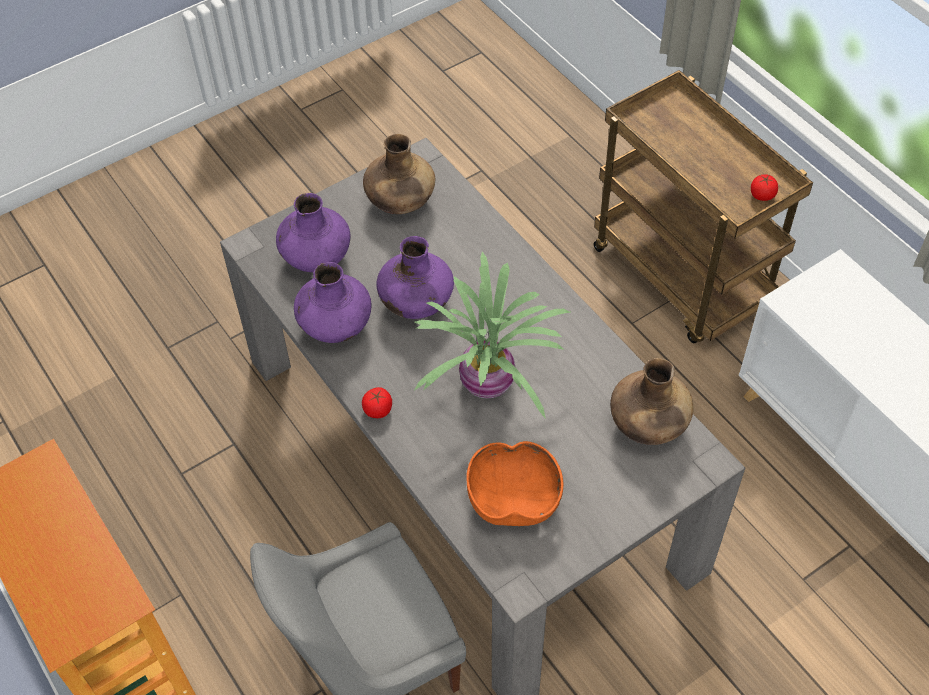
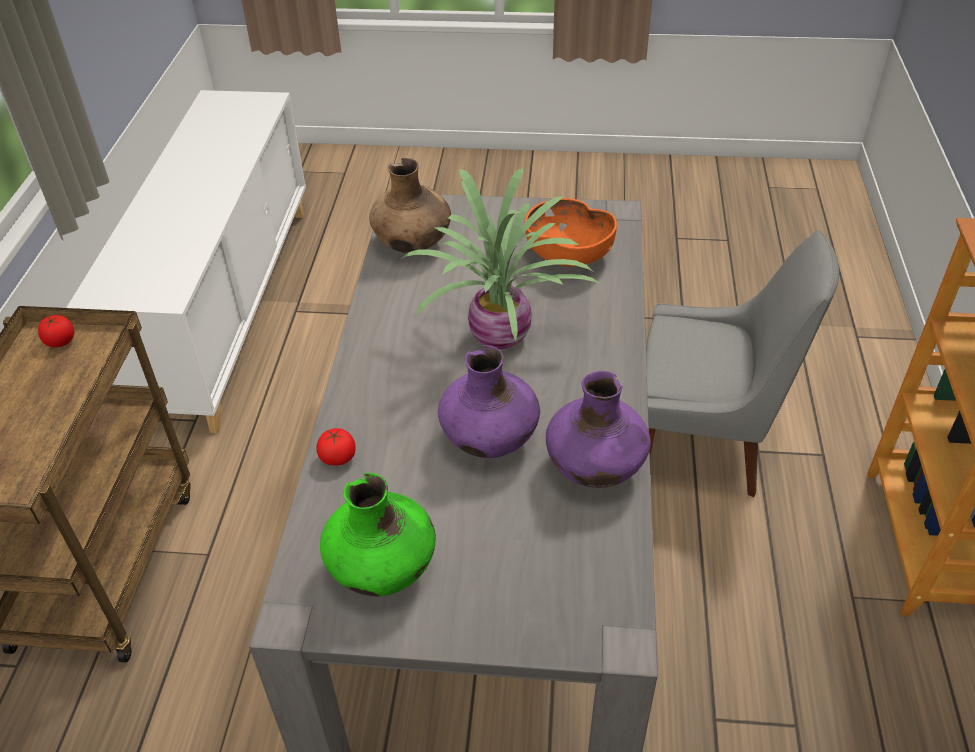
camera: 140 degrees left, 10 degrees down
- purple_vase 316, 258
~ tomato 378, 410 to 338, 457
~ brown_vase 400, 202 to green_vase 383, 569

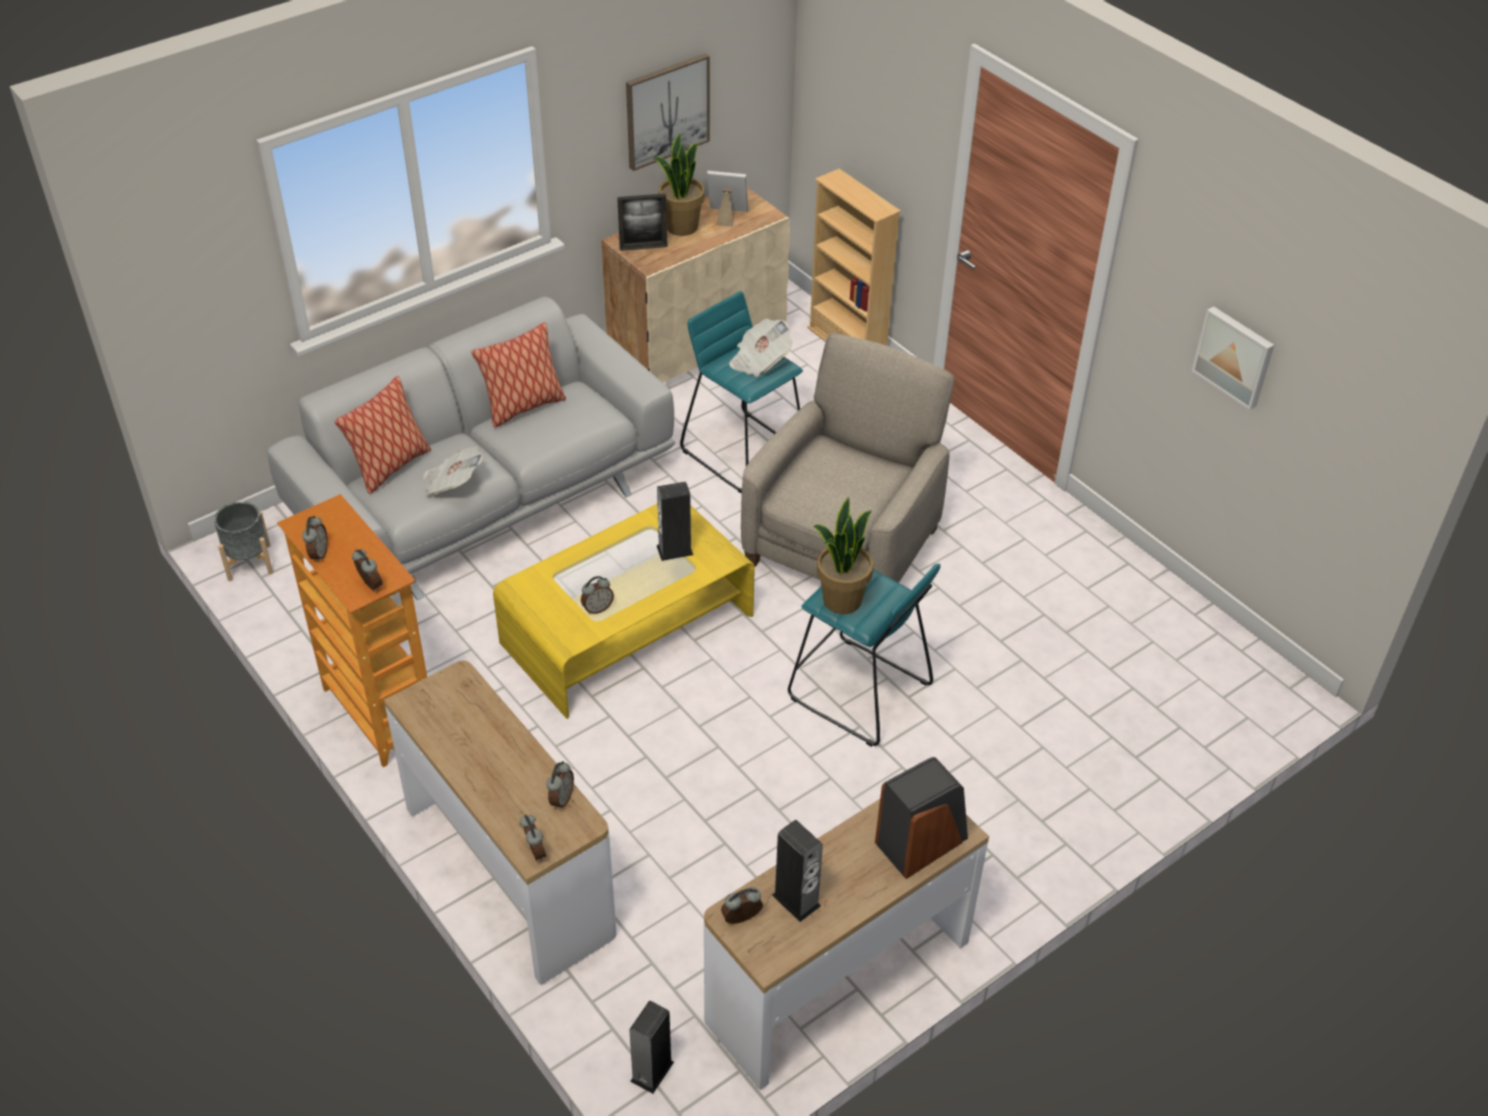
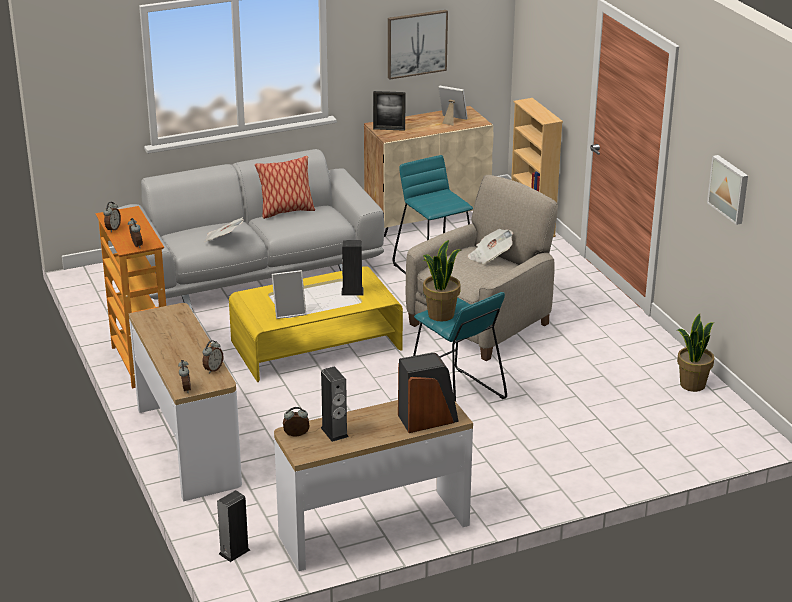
camera: 15 degrees right, 15 degrees down
- grey_planter 249, 562
- pillow 390, 467
~ potted_plant 681, 226 to 692, 384
~ newspaper 760, 361 to 490, 257
~ alarm_clock 597, 608 to picture_frame 289, 312

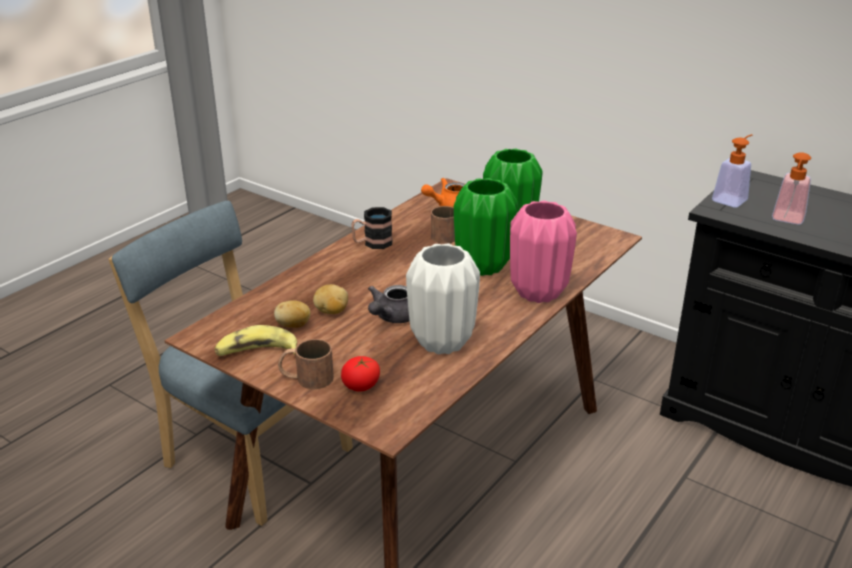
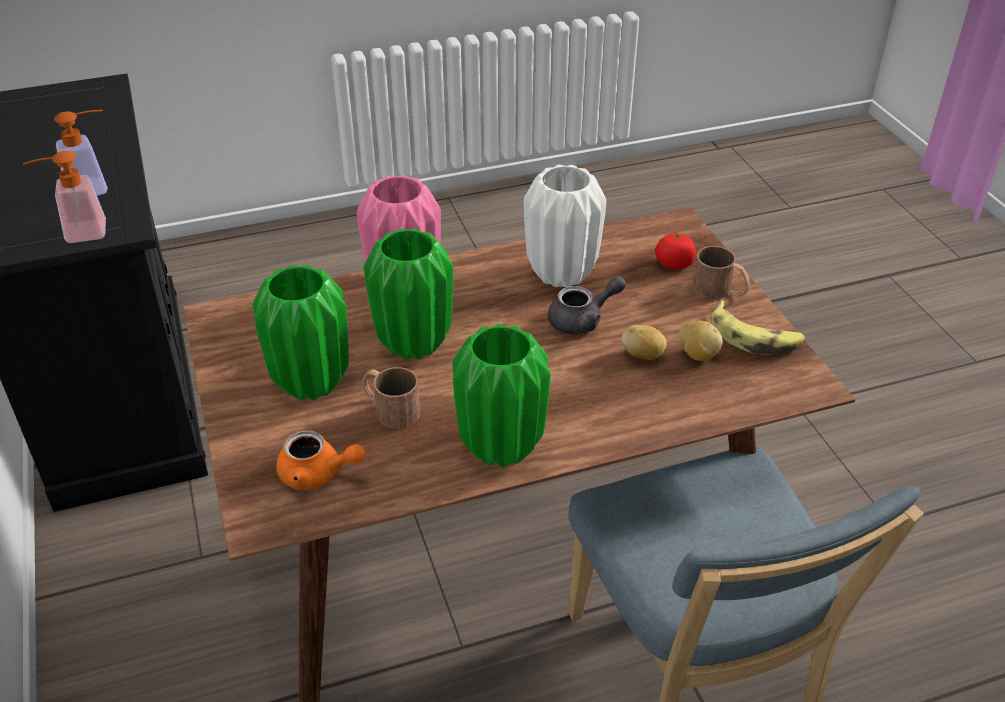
camera: 145 degrees left, 10 degrees up
~ mug 372, 243 to green_vase 502, 446

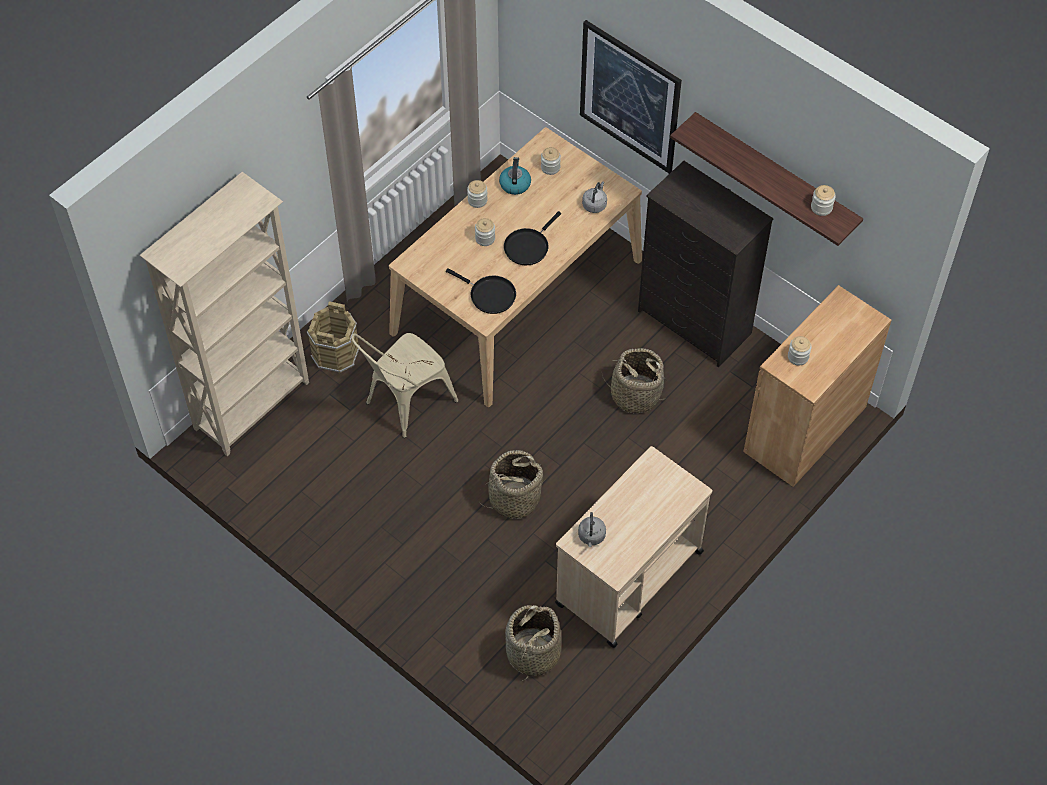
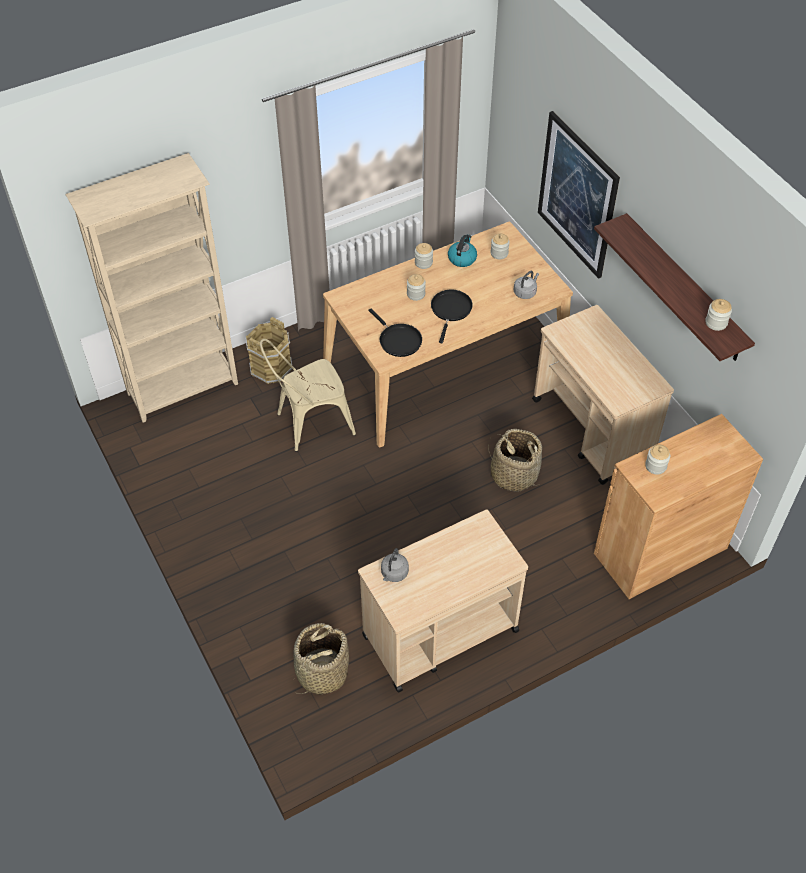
camera: 20 degrees right, 5 degrees down
- basket 514, 498
~ black_dresser 694, 323 to beige_cart 592, 430
~ black_frying_pan 528, 246 = 450, 310 135 degrees clockwise

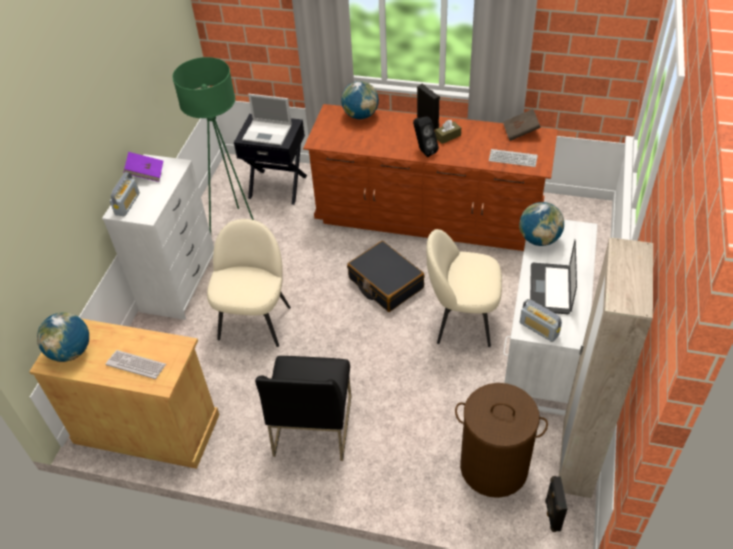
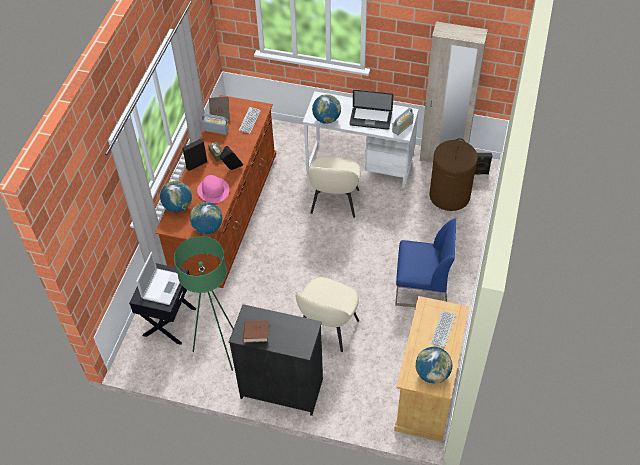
camera: 90 degrees left, 5 degrees up
- black_suitcase 385, 283
+ globe 208, 228
+ pink_hat 213, 190
~ radio 127, 204 to 216, 130
~ white_dresser 180, 284 to black_dresser 282, 388
~ purple_book 146, 173 to brown_book 256, 335
~ black_chair 312, 424 to blue_chair 421, 288
~ beige_chair 255, 321 = 327, 328 75 degrees counterclockwise

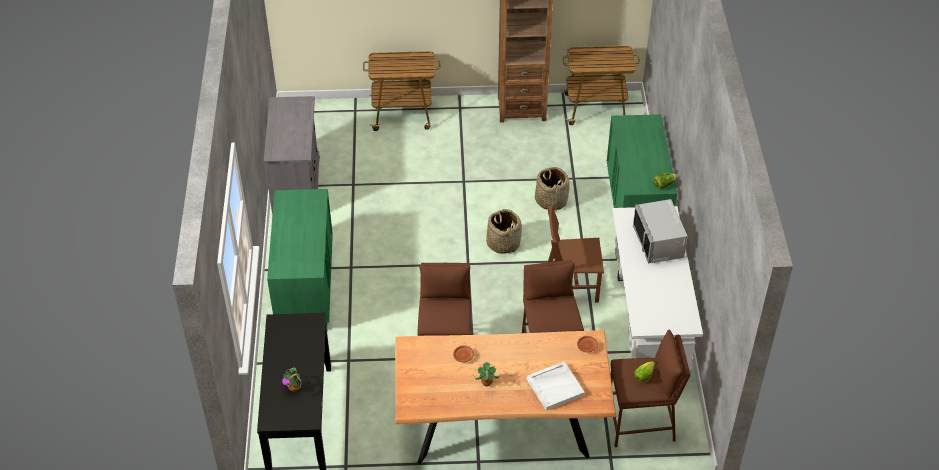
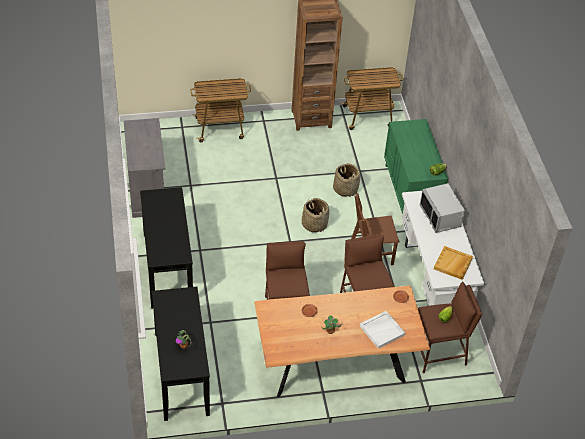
camera: 10 degrees left, 0 degrees up
+ beige_tray 453, 264
~ green_dresser 305, 287 to black_console_table 167, 268

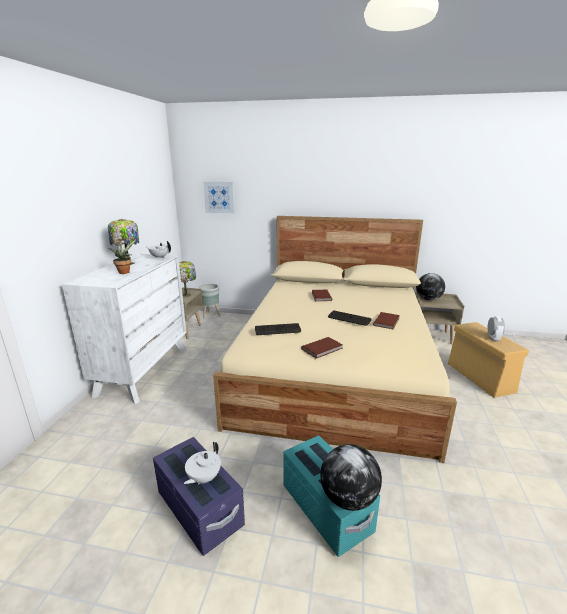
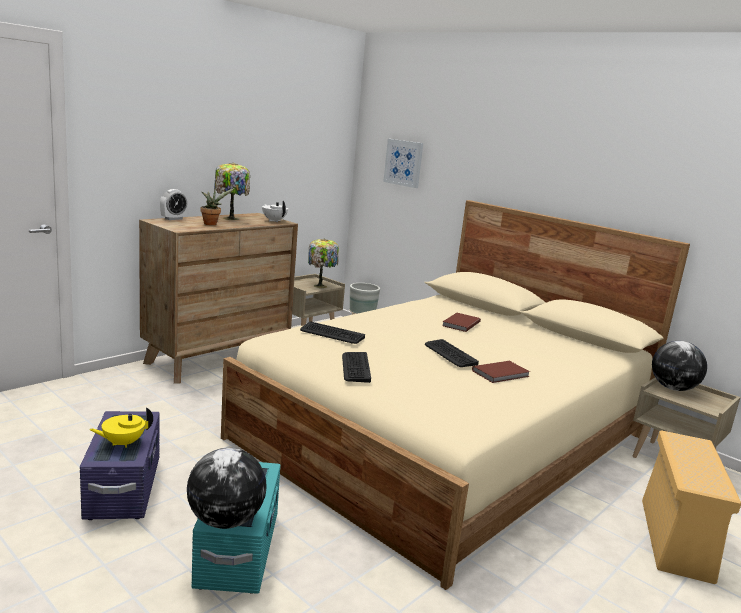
camera: 30 degrees right, 5 degrees down
~ alarm_clock 493, 338 to 173, 219
~ brown_book 323, 349 to keyboard 355, 367
~ white_dresser 144, 371 to brown_dresser 218, 358
~ white_teapot 203, 478 to yellow_teapot 123, 443

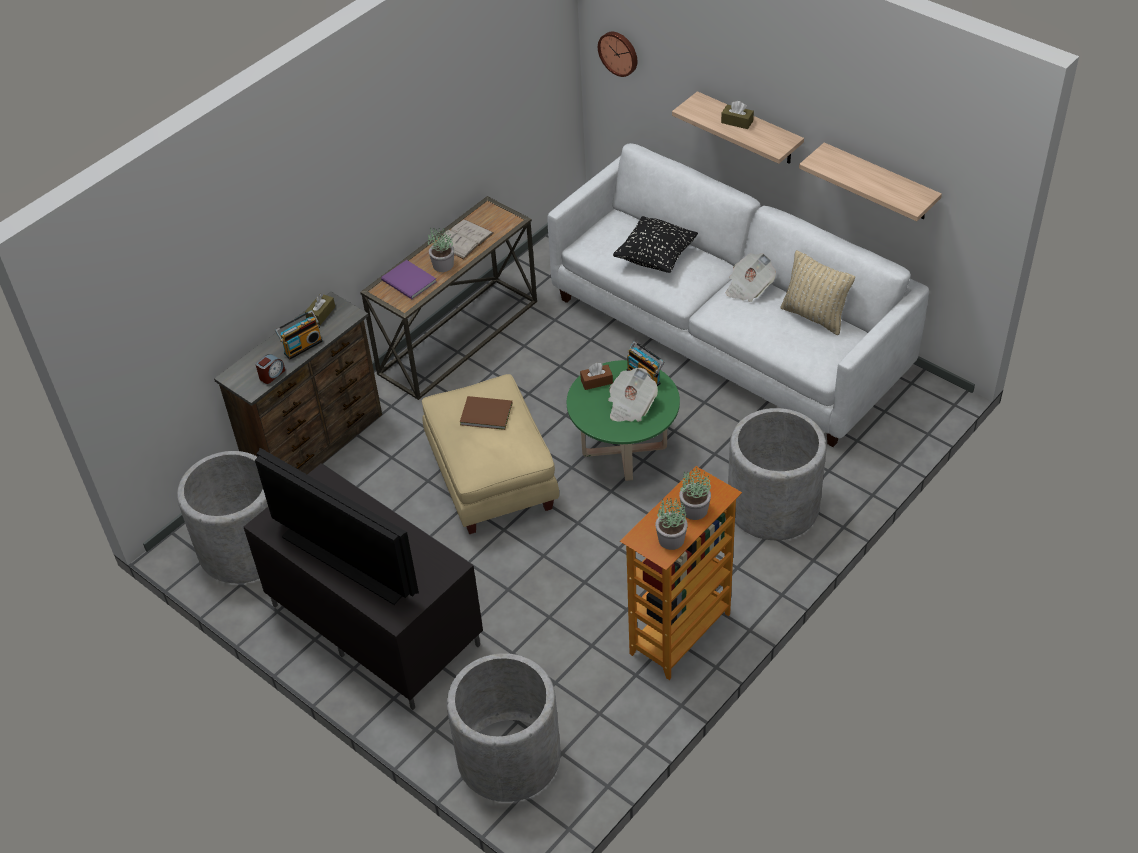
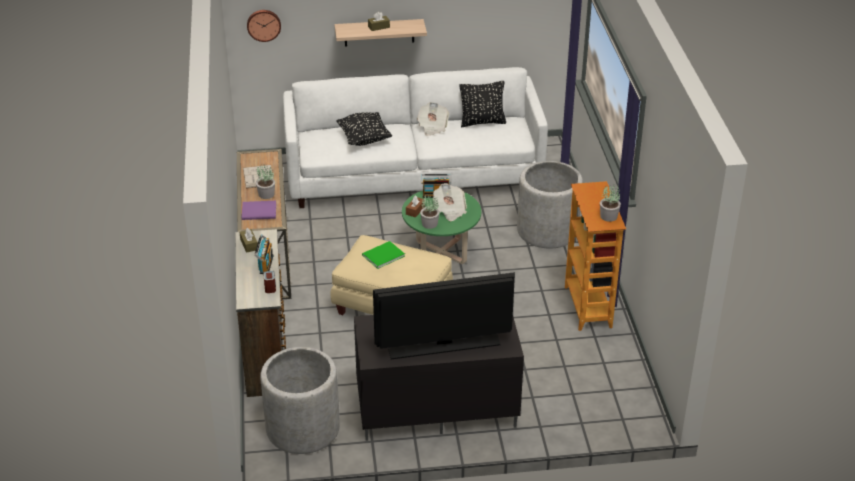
camera: 50 degrees left, 10 degrees down
- grey_planter 508, 757
- shelf 879, 182
~ potted_plant 694, 510 to 429, 224
~ brown_book 485, 413 to green_book 382, 256
~ beige_pillow 814, 316 to black_pillow 482, 122

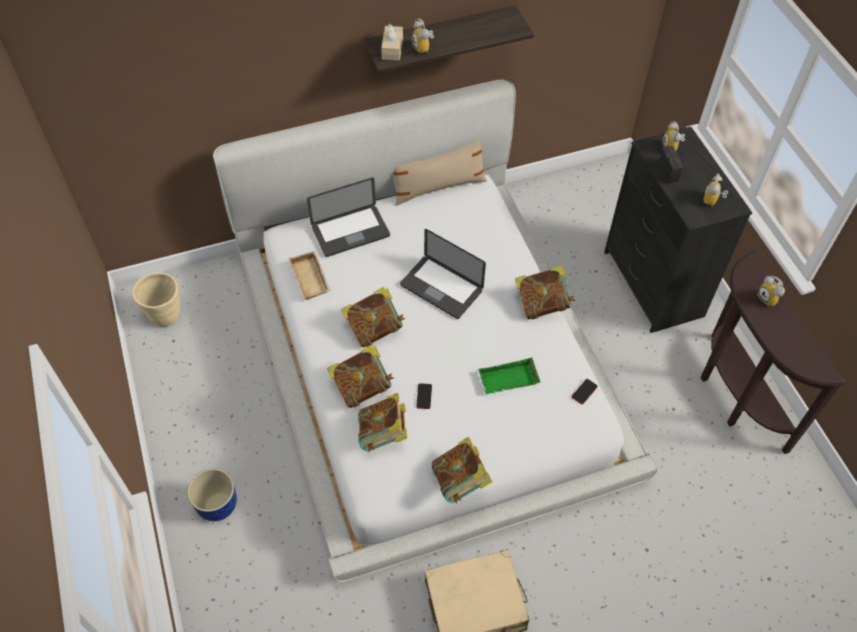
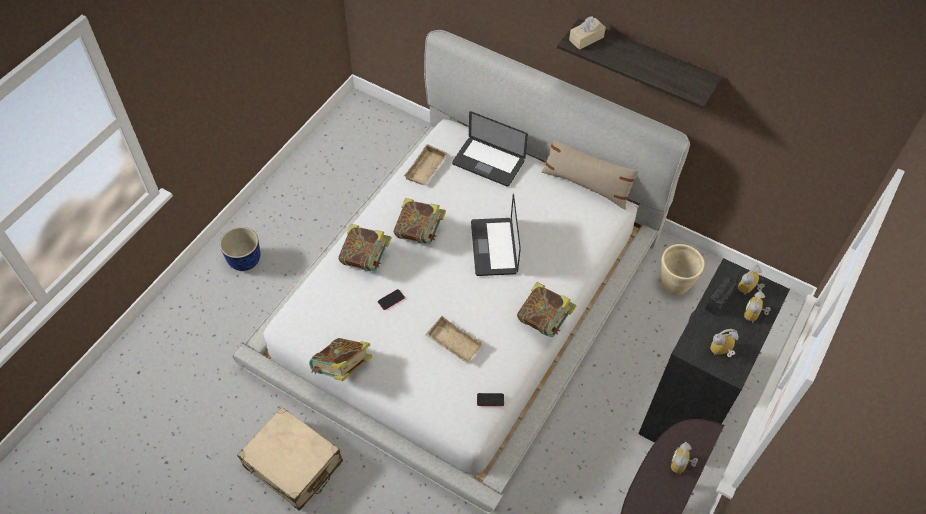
camera: 50 degrees right, 0 degrees up
- book 383, 434
~ beige_planter 165, 316 to 674, 285
~ alarm_clock 424, 48 to 754, 316
~ green_tray 508, 381 to beige_tray 452, 343

